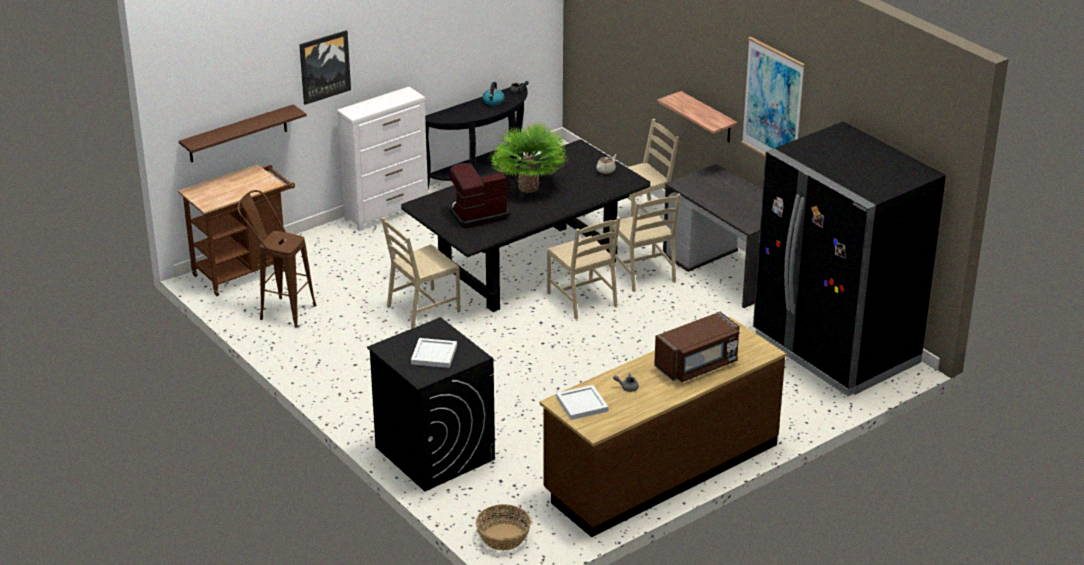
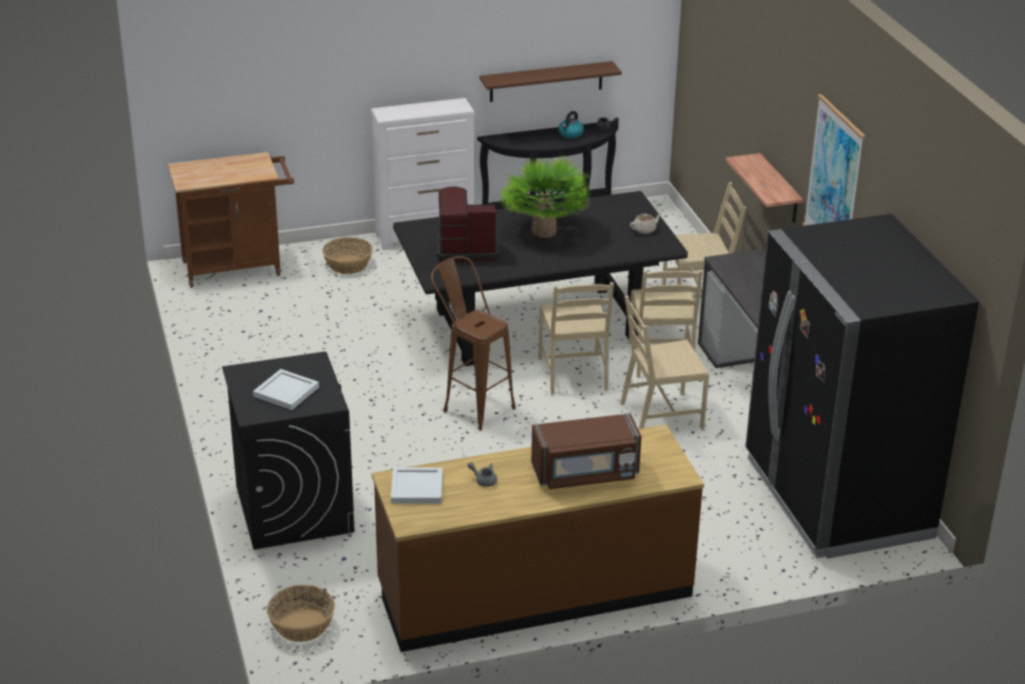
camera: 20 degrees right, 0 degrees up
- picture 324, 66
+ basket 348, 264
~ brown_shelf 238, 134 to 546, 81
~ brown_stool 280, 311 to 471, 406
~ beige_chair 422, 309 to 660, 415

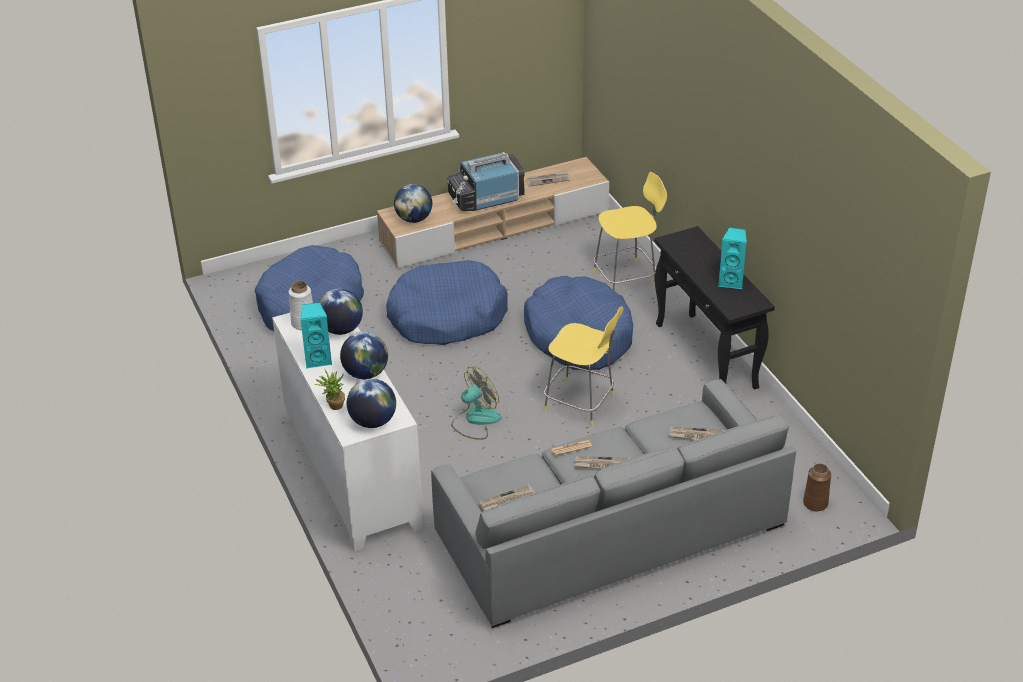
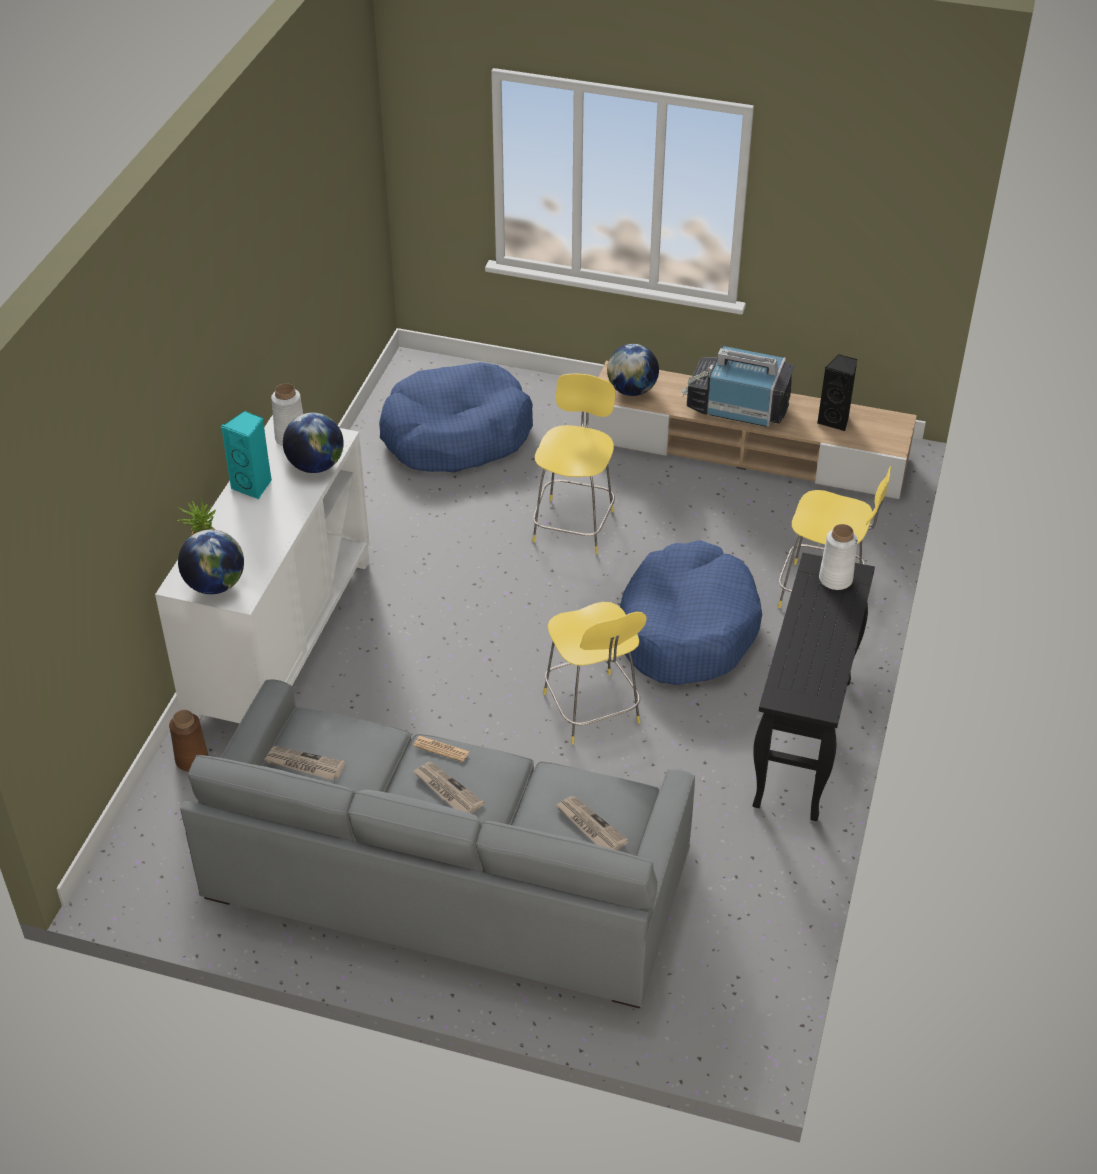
camera: 40 degrees right, 5 degrees up
- globe 365, 373
- fan 475, 420
- turquoise_speaker 731, 282
+ white_vase 835, 579
~ brown_vase 815, 503 to 192, 760
~ blue_dog_bed 447, 316 to yellow_stool 574, 524
~ newspaper 547, 180 to black_speaker 835, 420

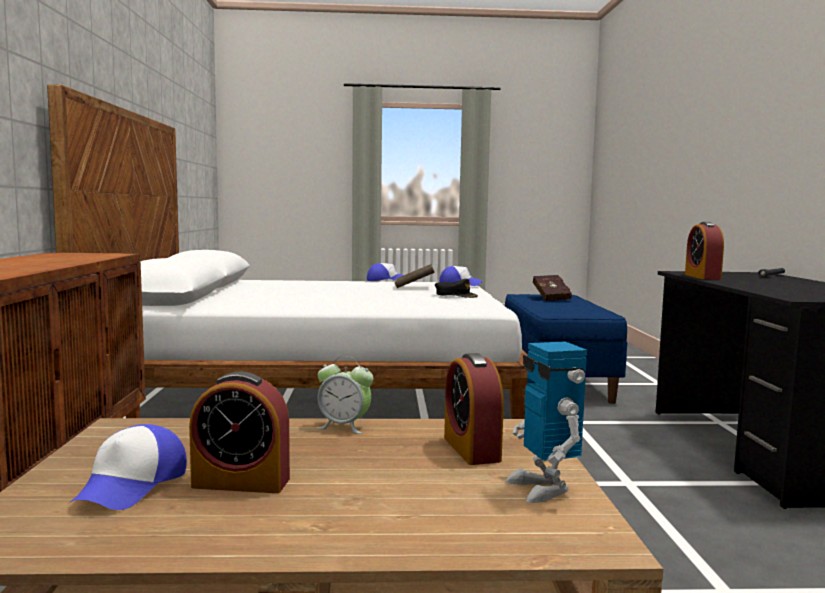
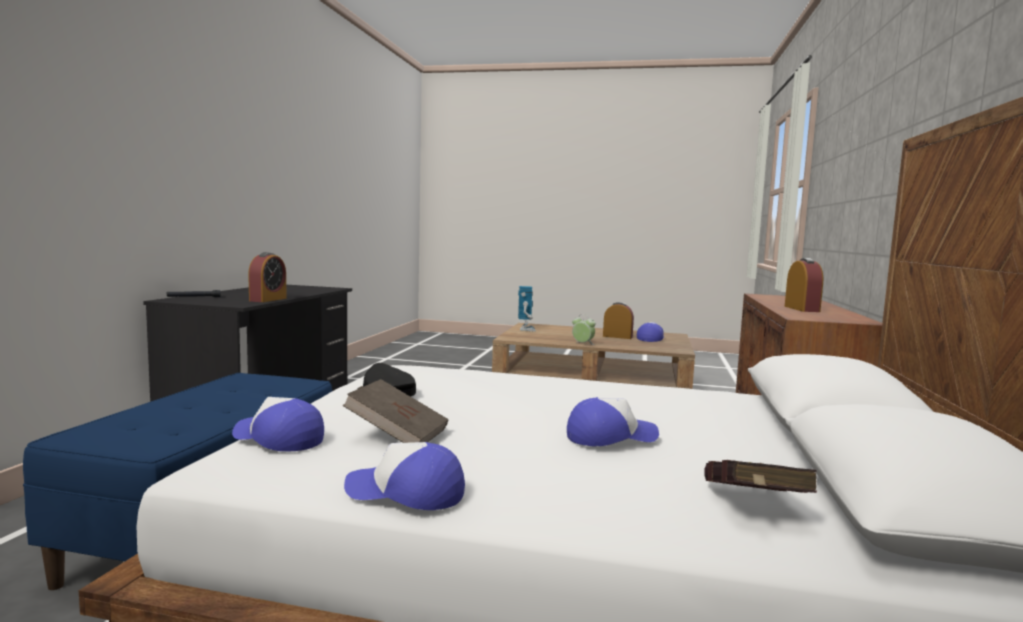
camera: 165 degrees left, 0 degrees up
+ cap 610, 437
~ alarm_clock 471, 449 to 801, 309
~ red_book 551, 298 to 753, 508

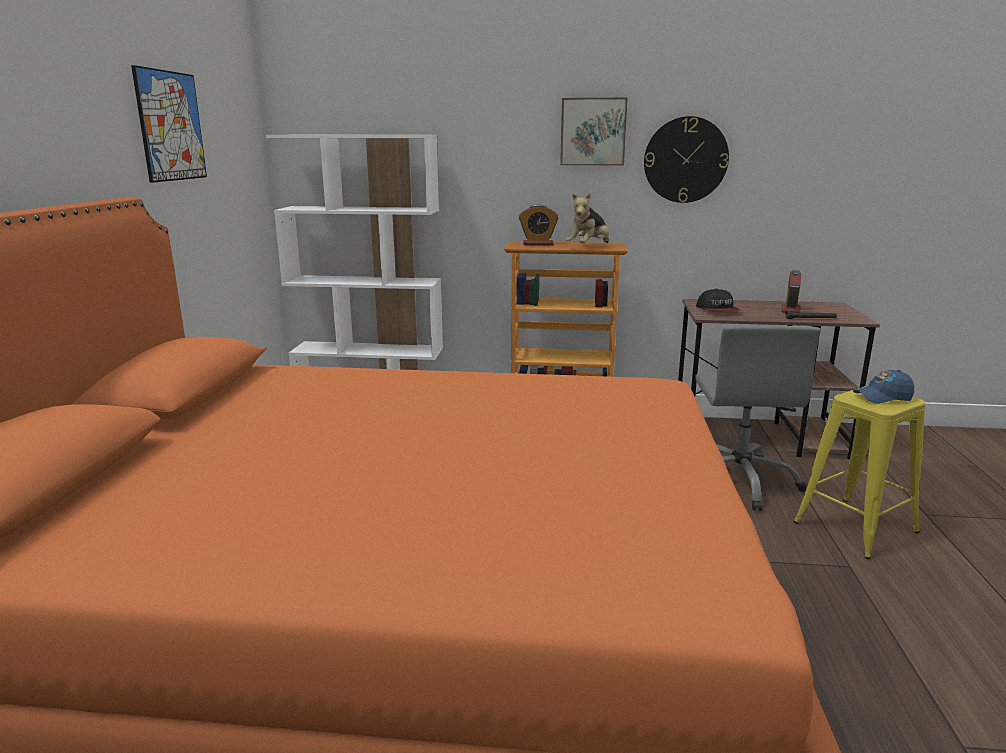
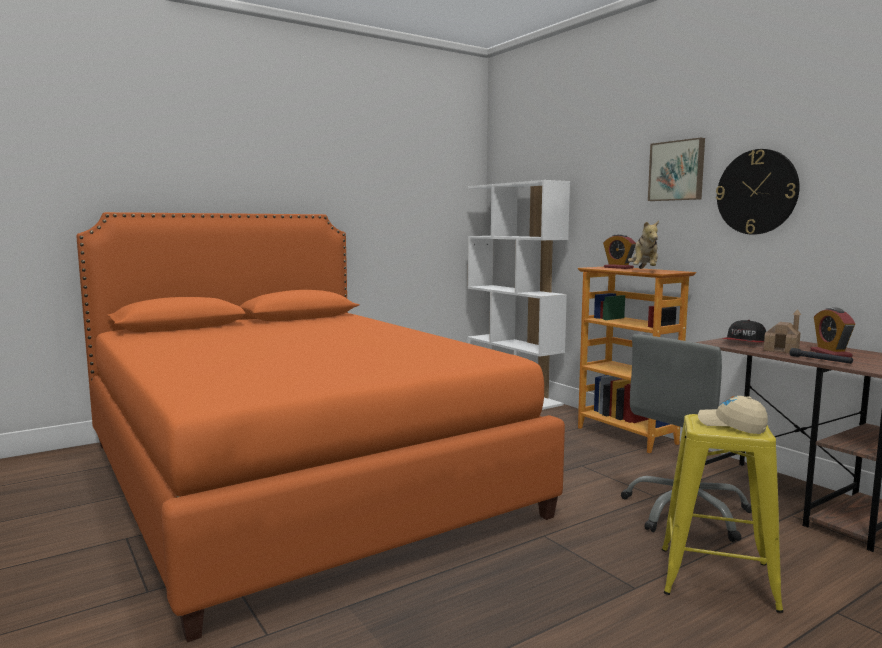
camera: 50 degrees right, 10 degrees down
- picture 171, 126
+ toy_house 781, 350
~ blue_cap 882, 397 to beige_cap 731, 425
~ plush_toy 589, 247 = 644, 271 75 degrees counterclockwise
~ alarm_clock 790, 310 = 830, 353 75 degrees counterclockwise

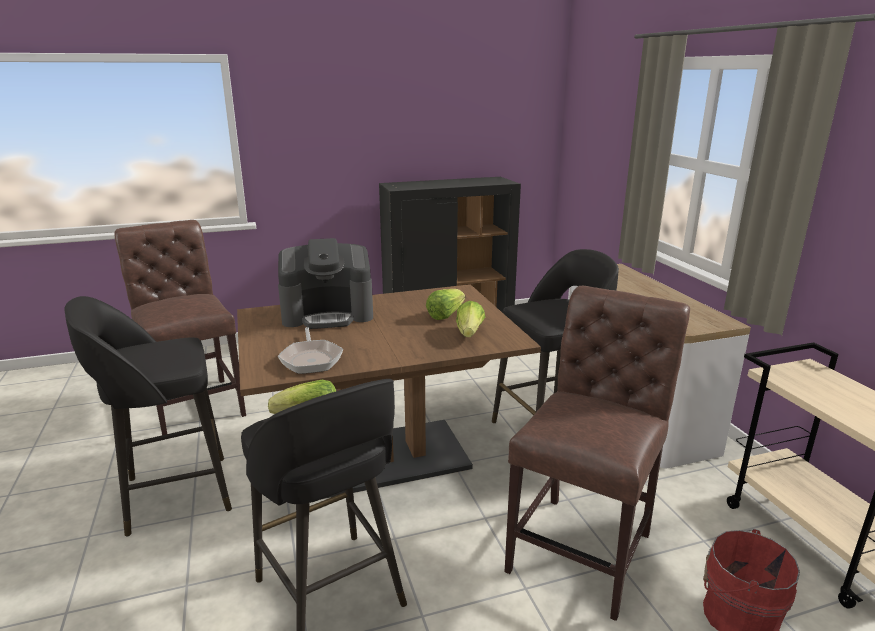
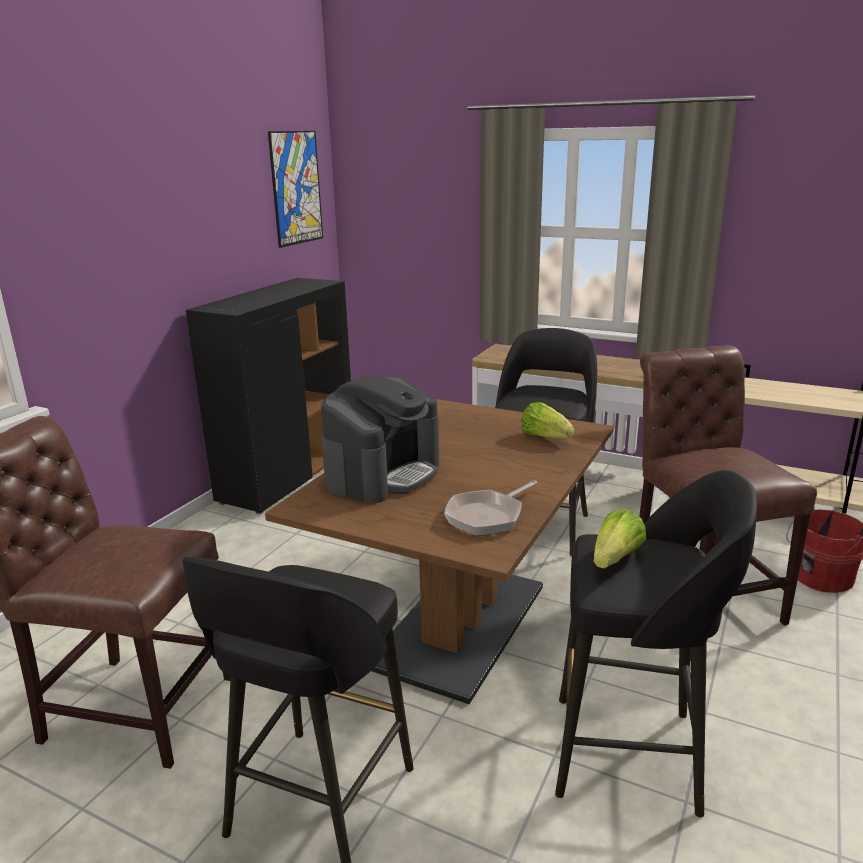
camera: 45 degrees left, 0 degrees up
- lettuce 445, 315
+ picture 296, 188
~ frying_pan 311, 359 = 488, 516 105 degrees clockwise

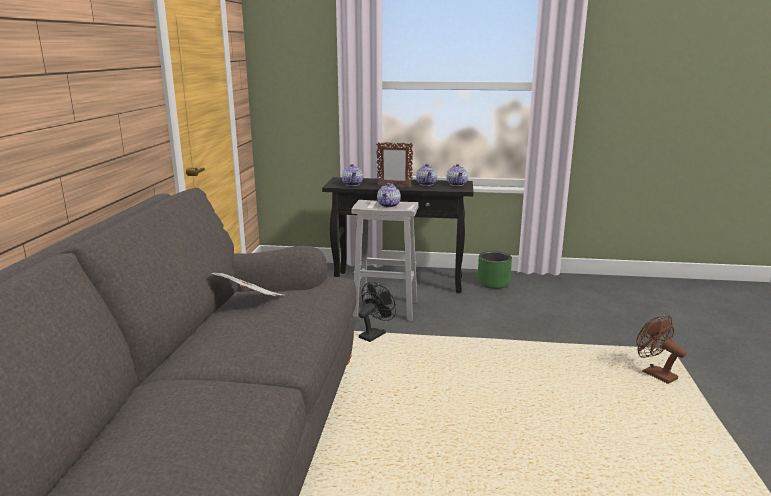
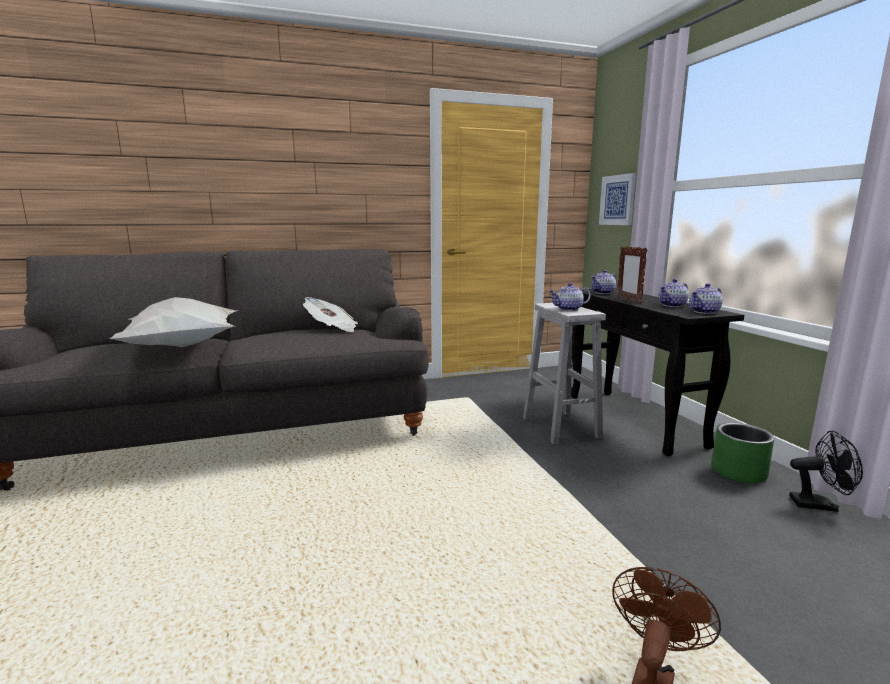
camera: 65 degrees right, 5 degrees down
+ white_pillow 185, 347
+ picture 618, 200
~ black_fan 375, 334 to 820, 505

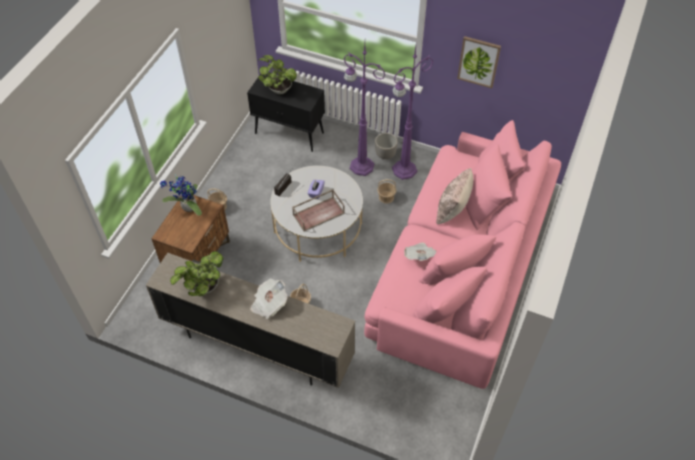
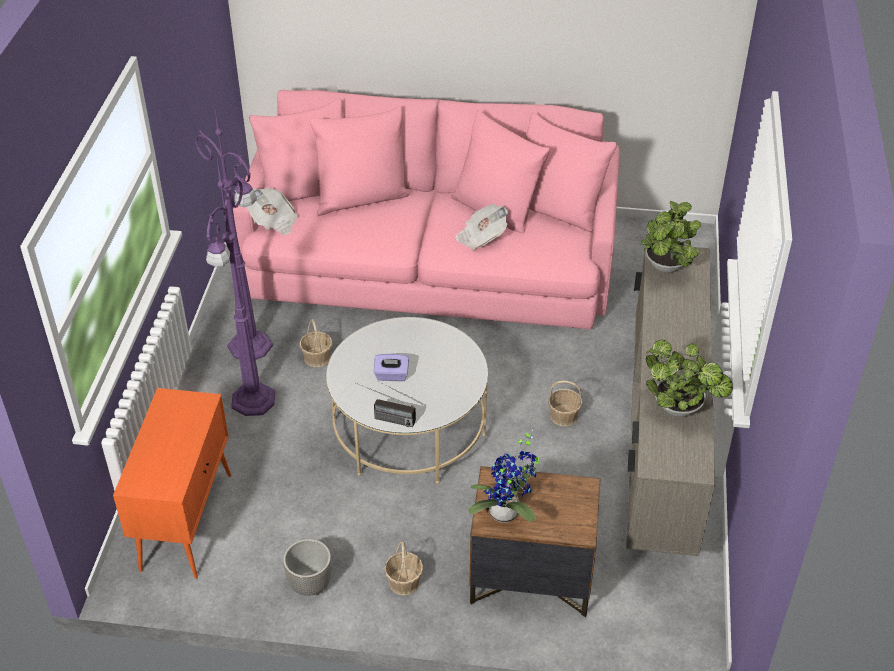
camera: 105 degrees left, 10 degrees down
- brown_tray 318, 213
- beige_pillow 452, 210
- picture 478, 61
~ newspaper 269, 304 to 273, 222
~ potted_plant 278, 89 to 665, 268
~ planter 385, 154 to 309, 584
~ black_cabinet 290, 133 to orange_cabinet 187, 520

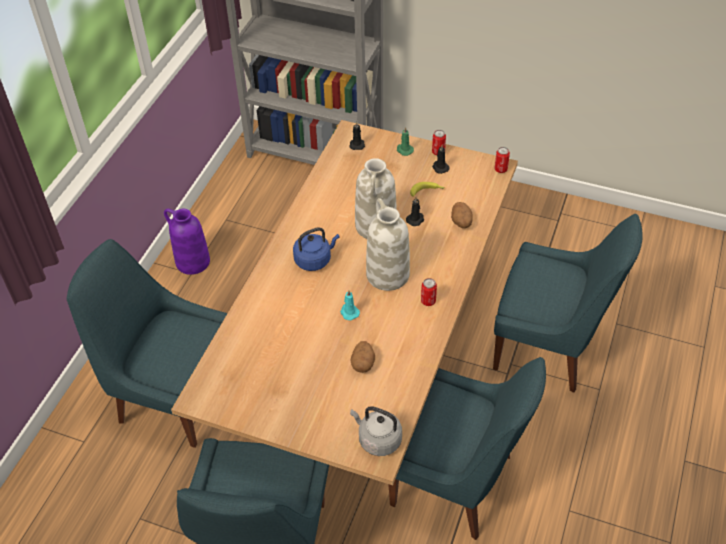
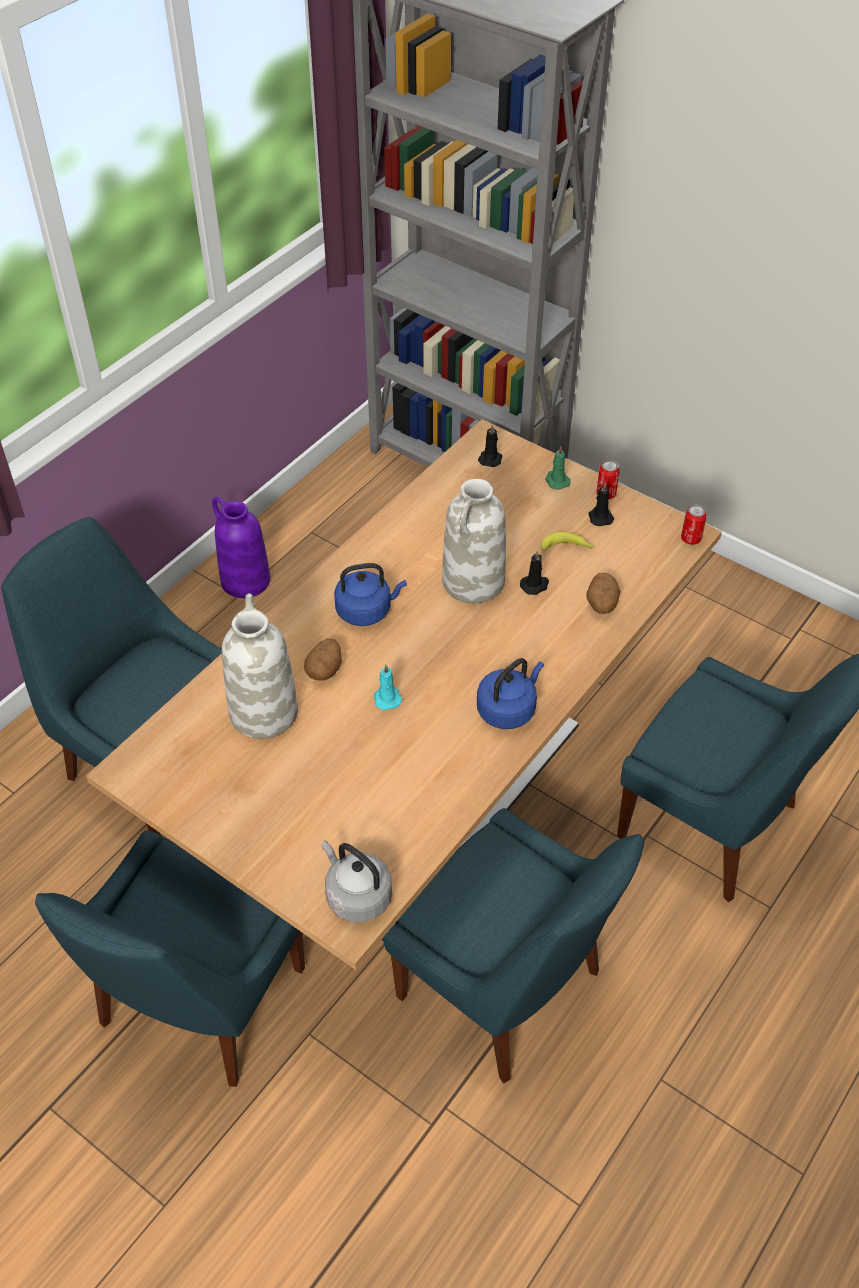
camera: 15 degrees right, 0 degrees up
~ potato 363, 363 to 324, 669
~ white_vase 387, 274 to 263, 711
~ can 428, 301 to blue_kettle 508, 709

